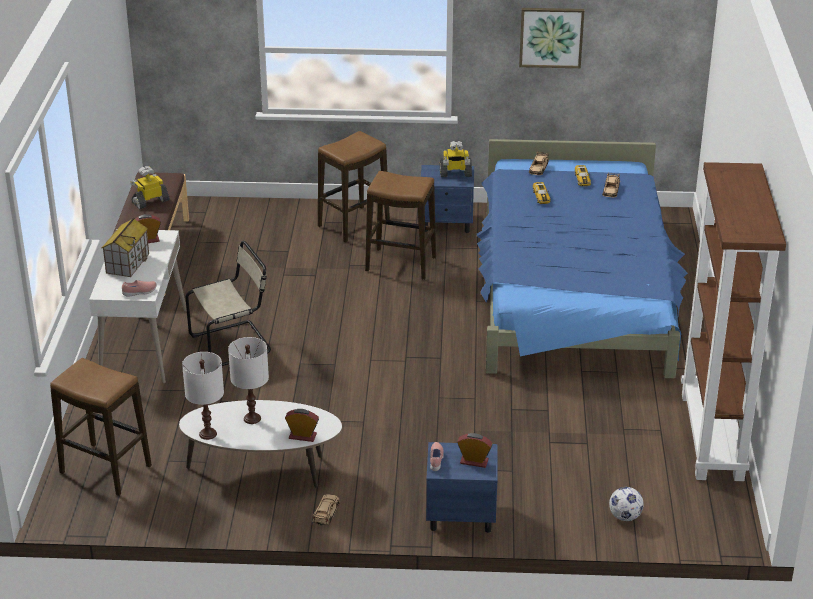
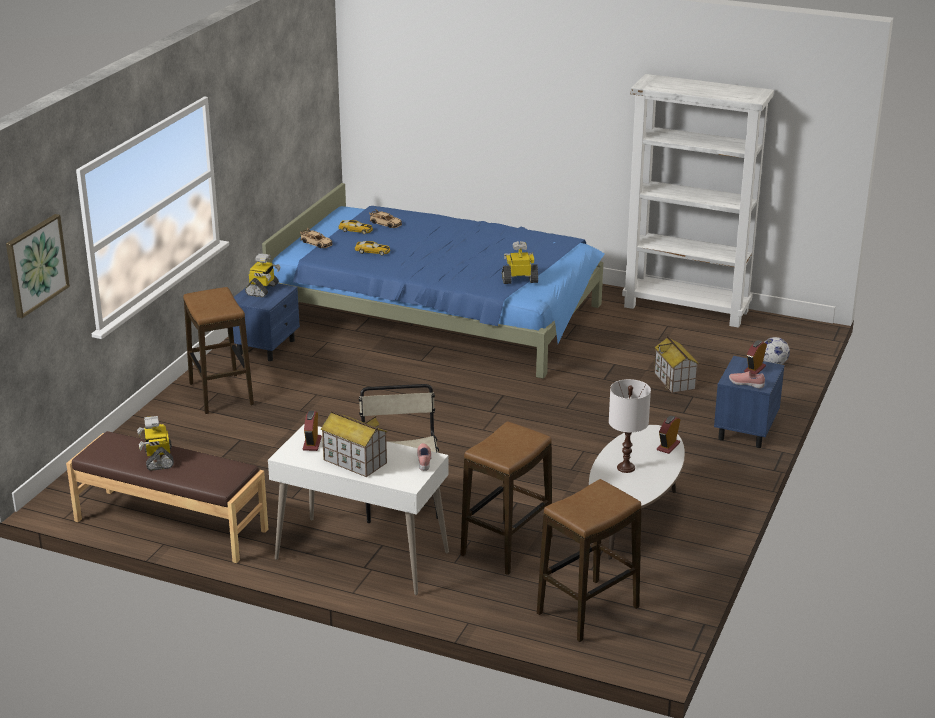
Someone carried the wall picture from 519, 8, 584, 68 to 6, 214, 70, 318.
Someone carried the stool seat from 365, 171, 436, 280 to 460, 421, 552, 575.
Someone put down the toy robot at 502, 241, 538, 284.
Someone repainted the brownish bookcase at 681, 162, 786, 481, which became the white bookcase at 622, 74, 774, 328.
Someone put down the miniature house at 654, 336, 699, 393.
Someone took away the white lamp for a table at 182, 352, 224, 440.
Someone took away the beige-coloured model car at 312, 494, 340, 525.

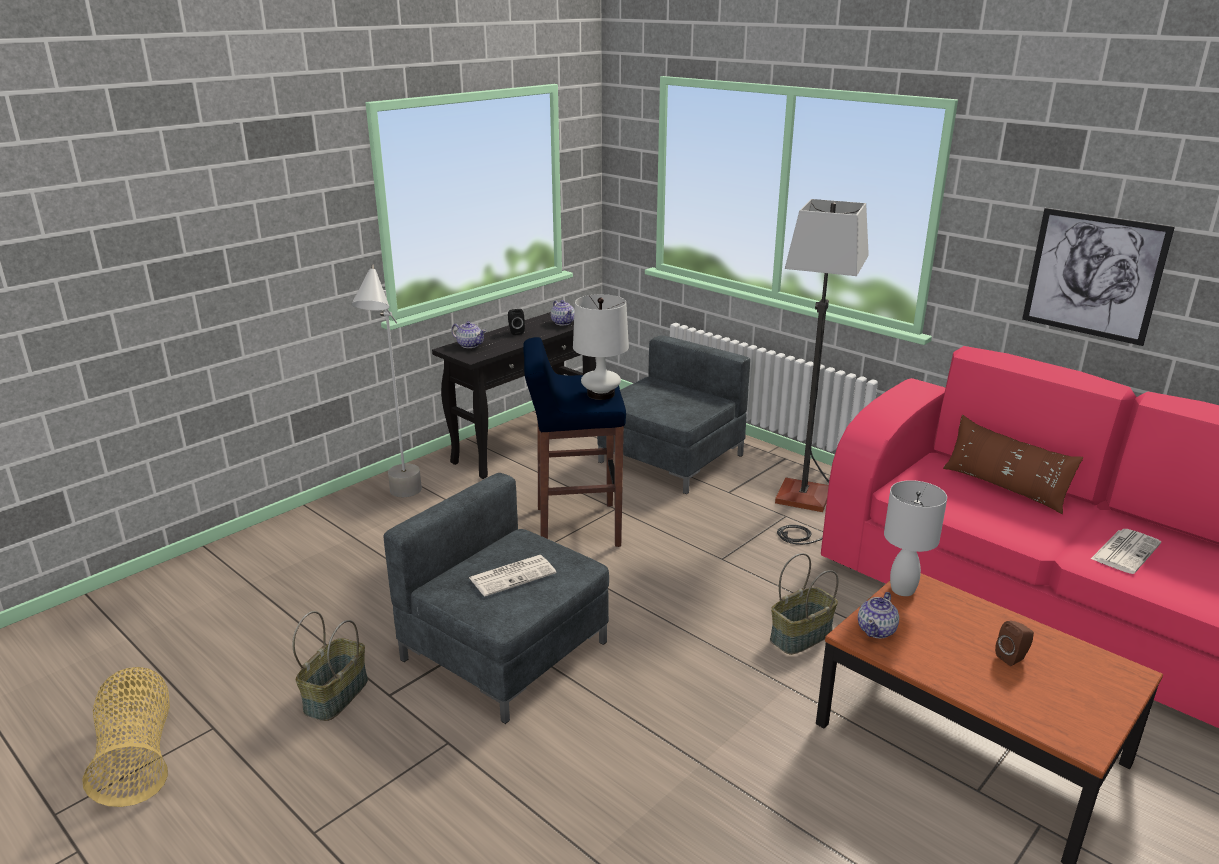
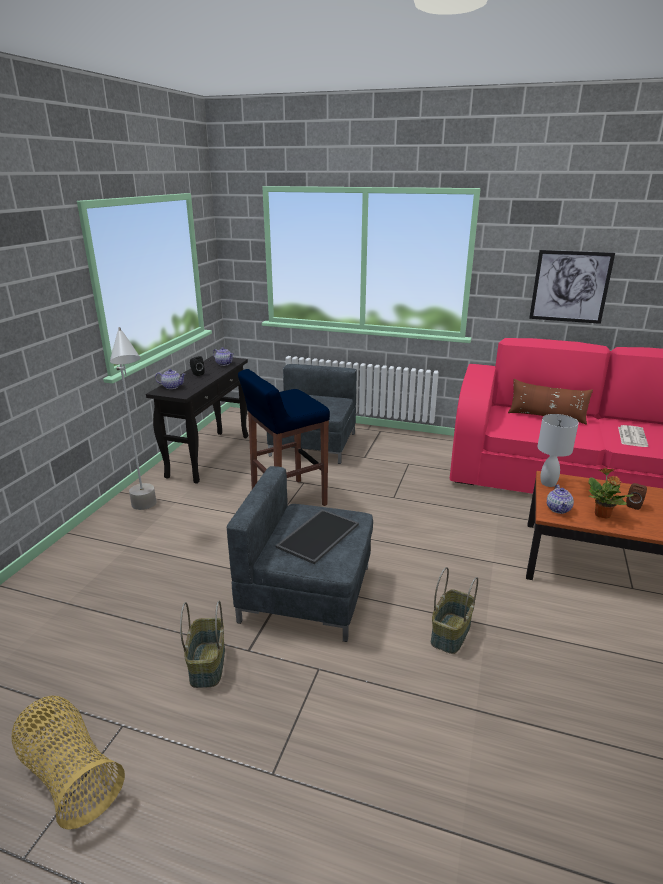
Someone swapped the newspaper at 469, 555, 557, 596 for the serving tray at 276, 509, 359, 564.
Someone carried the household basket from 770, 553, 839, 655 to 431, 567, 478, 654.
Someone put down the houseplant at 588, 468, 634, 518.
Someone took away the white lamp for a table at 573, 294, 629, 400.
Someone took away the standard lamp at 775, 199, 869, 545.

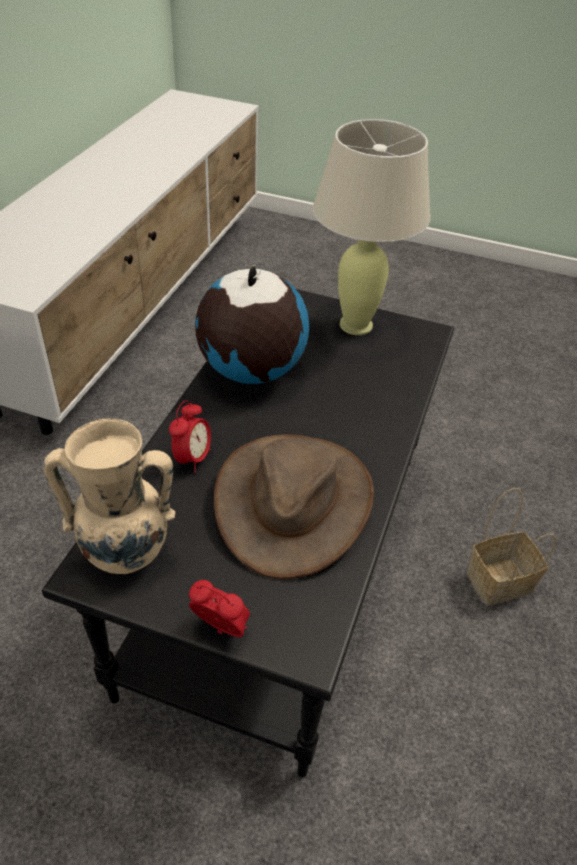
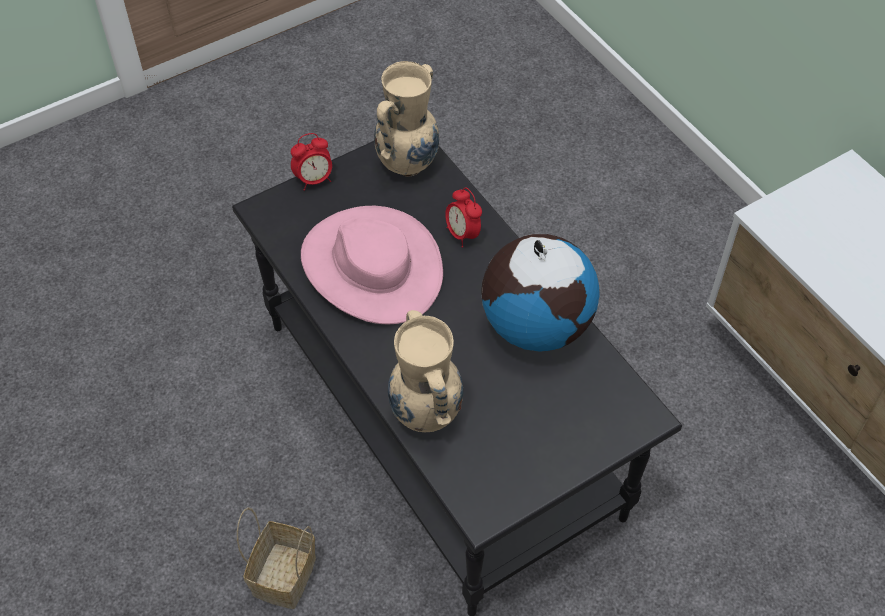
Someone repainted the brownish wearable hat at 214, 434, 374, 579, which became the pink wearable hat at 301, 206, 443, 325.
Someone put down the beige-coloured decorative vase at 388, 310, 463, 432.
Someone took away the beige-coloured lamp for a table at 313, 119, 431, 335.

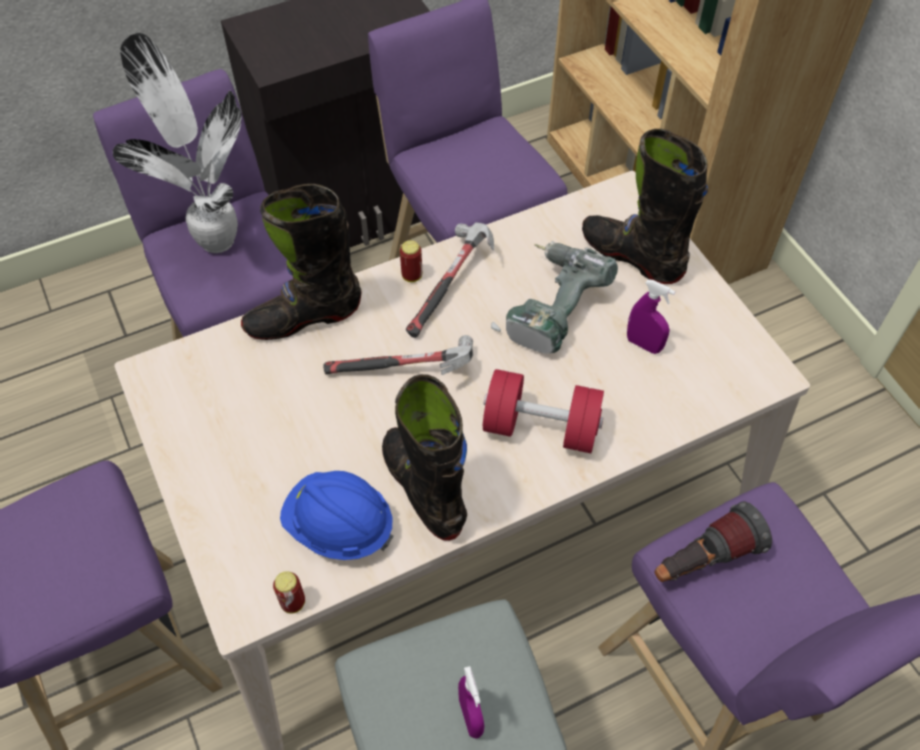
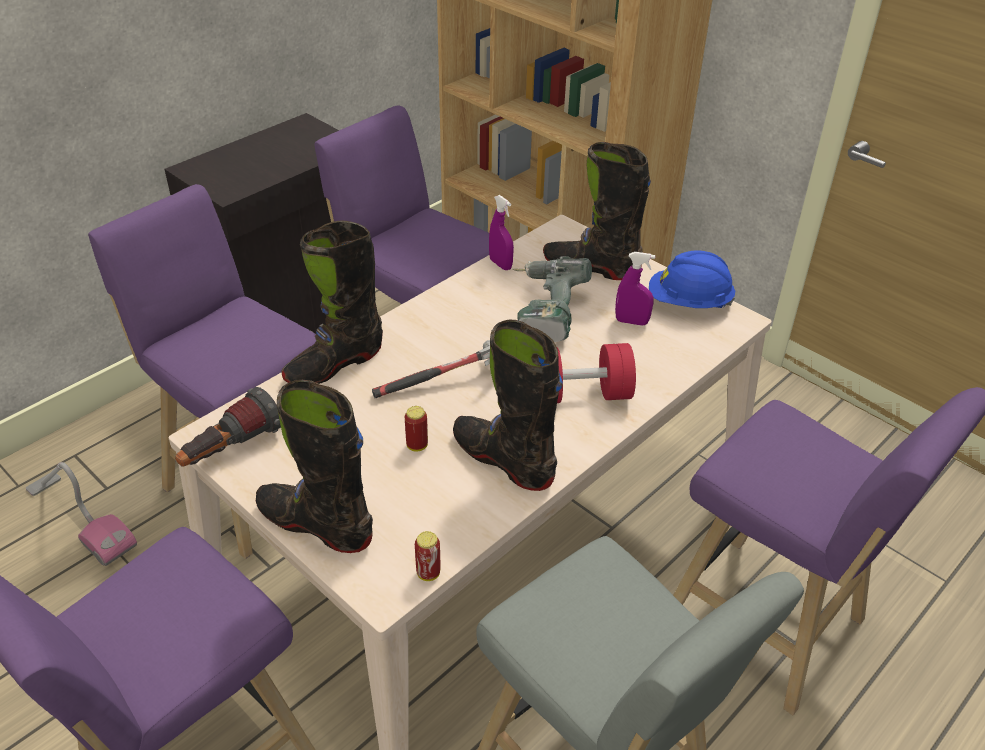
Someone put down the vacuum cleaner at 26, 462, 137, 566.
Someone carried the torch from 655, 501, 772, 582 to 175, 387, 281, 467.
Someone put down the black-coloured high-top boot at 256, 380, 373, 553.
Someone carried the sealed can from 400, 240, 422, 282 to 405, 406, 428, 451.
Someone carried the purple-coloured hand sprayer from 458, 666, 484, 739 to 489, 195, 514, 270.
Someone carried the blue work helmet from 280, 471, 394, 560 to 649, 250, 735, 308.
Someone took away the houseplant at 113, 33, 242, 253.
Someone took away the tool hammer at 406, 222, 494, 338.

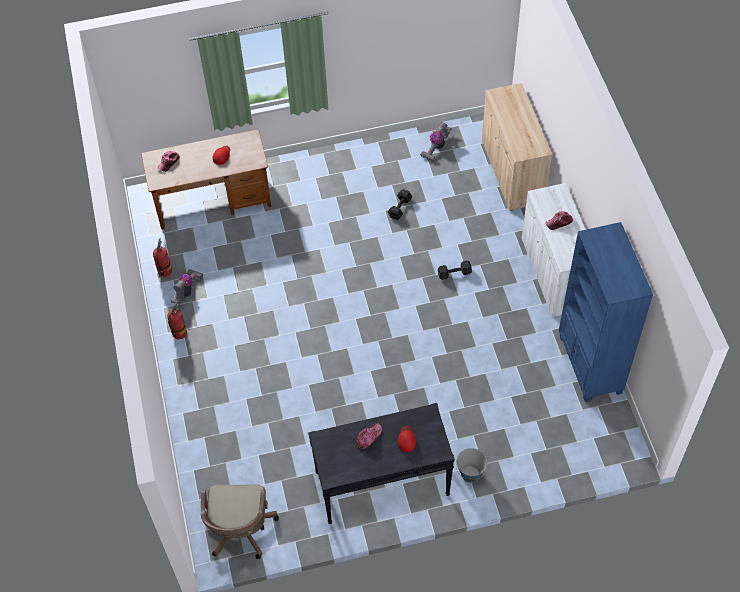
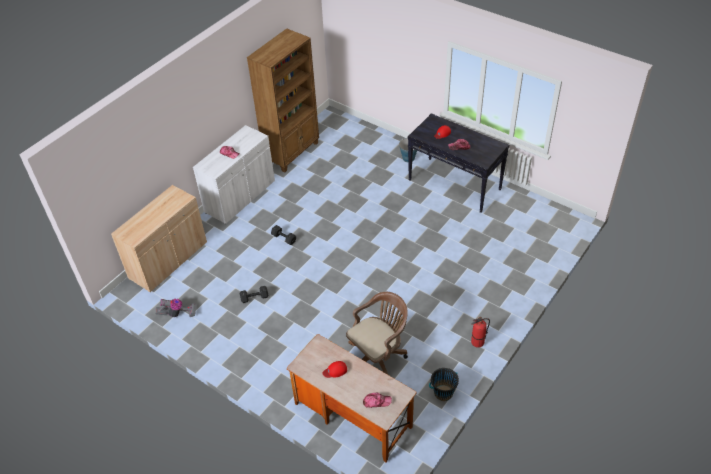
Someone repainted the blue bookcase at 559, 222, 653, 402, which became the brownish bookcase at 247, 28, 319, 172.
Someone carried the brownish office chair from 201, 484, 279, 559 to 346, 292, 408, 375.
Someone swapped the fire-fighting cylinder at 153, 238, 172, 277 for the black-coloured bucket at 429, 368, 459, 401.
Someone took away the vacuum cleaner at 171, 269, 203, 304.

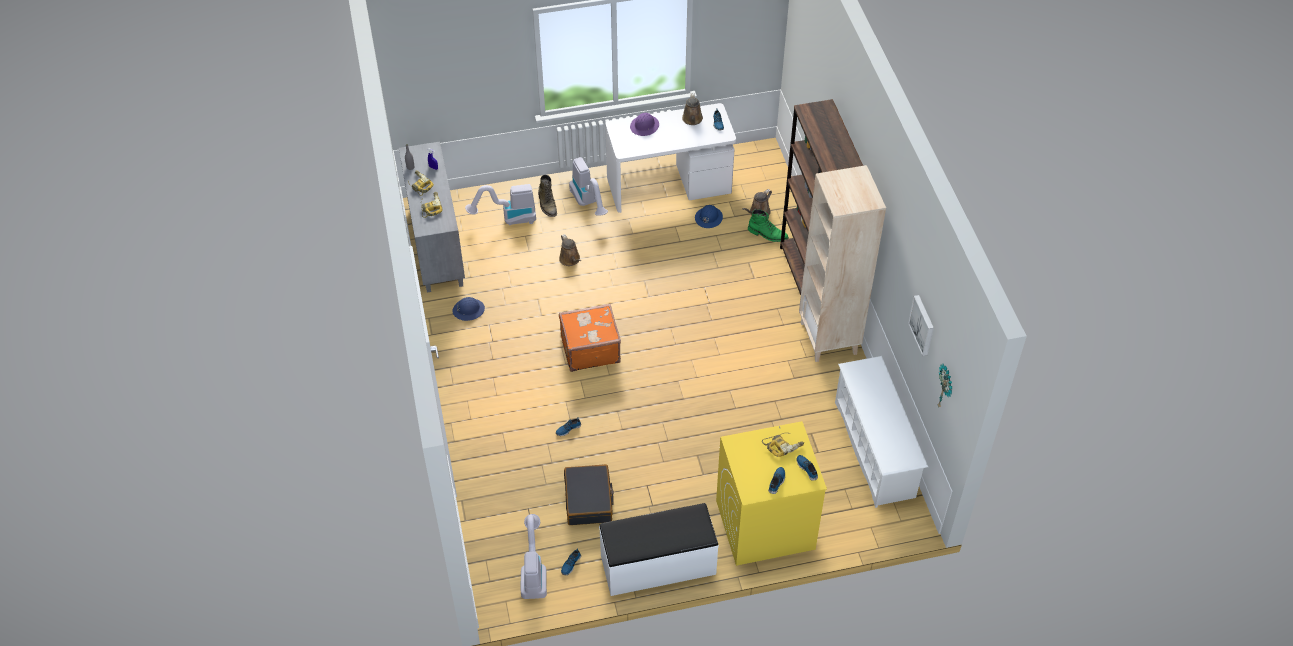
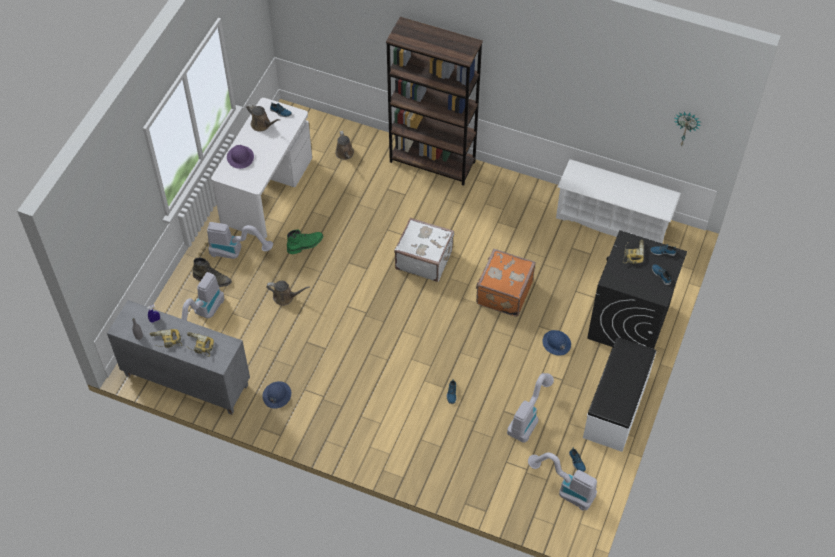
Someone carried the greenish high-top boot from 748, 209, 789, 242 to 287, 229, 323, 254.
Someone put down the white piece of luggage at 394, 218, 454, 282.
Someone carried the orange piece of luggage from 559, 304, 621, 372 to 476, 249, 536, 317.
Someone swapped the black-coloured piece of luggage at 564, 464, 614, 525 for the vacuum cleaner at 507, 373, 554, 442.
Someone carried the blue work helmet from 695, 205, 723, 228 to 543, 330, 571, 356.
Someone repainted the yellowish washing machine at 716, 421, 827, 566, which became the black-coloured washing machine at 587, 230, 687, 349.
Someone took away the beige-coloured bookcase at 799, 165, 886, 362.
Someone took away the wall picture at 908, 295, 934, 356.

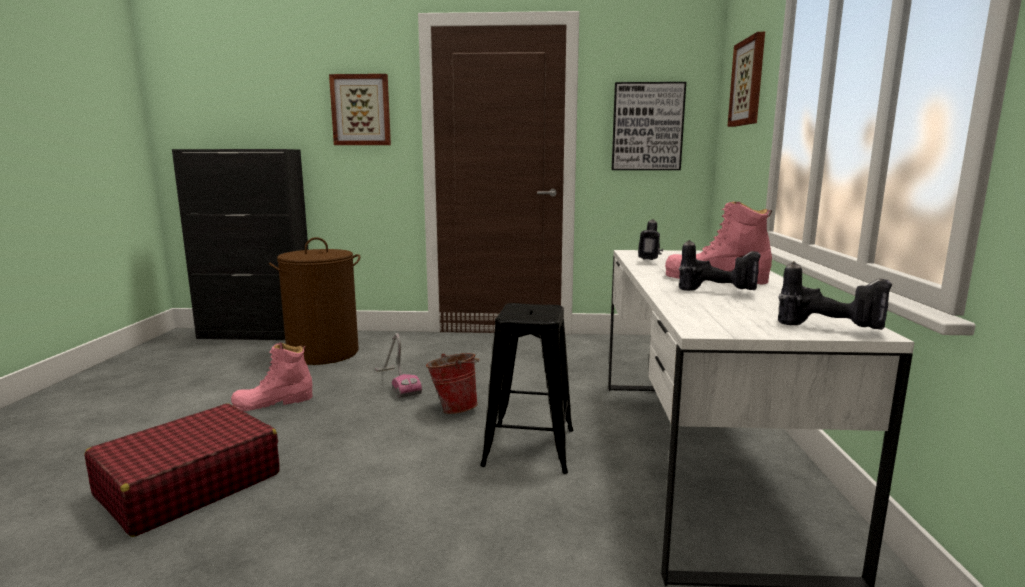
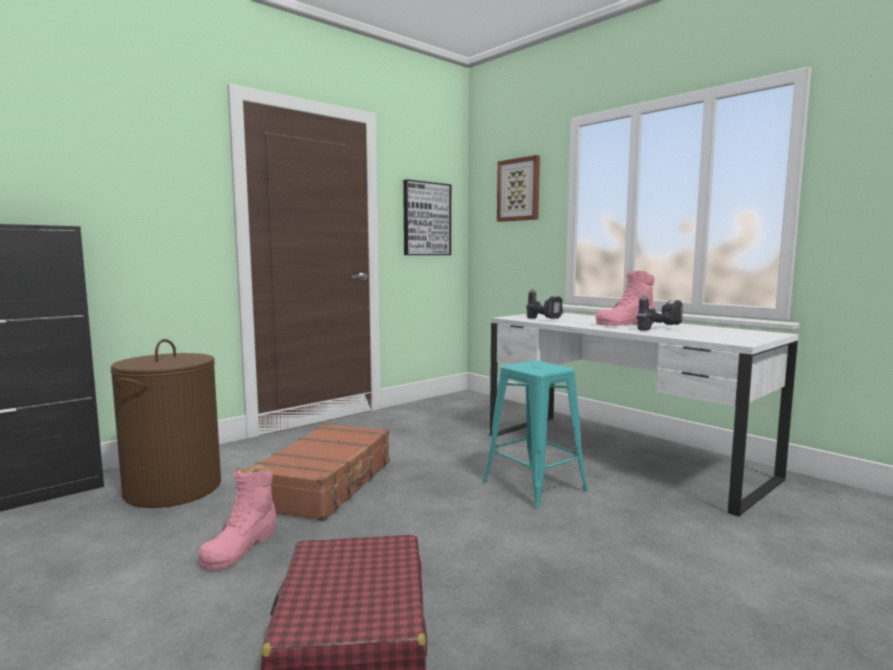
Someone swapped the vacuum cleaner at 375, 333, 422, 398 for the brownish piece of luggage at 246, 423, 390, 521.
Someone repainted the black-coloured stool seat at 480, 303, 573, 474, which became the turquoise stool seat at 483, 361, 588, 509.
Someone took away the wall picture at 329, 74, 391, 145.
Someone took away the bucket at 426, 353, 480, 414.
Someone took away the power drill at 778, 261, 892, 330.

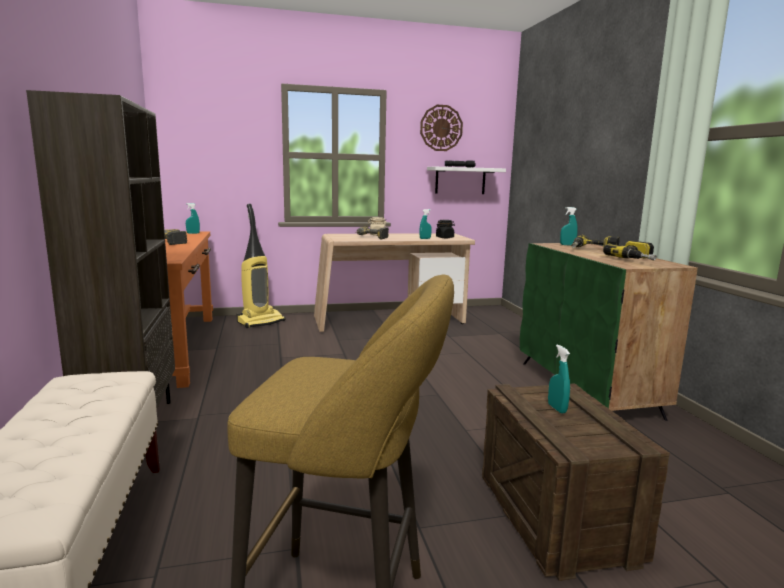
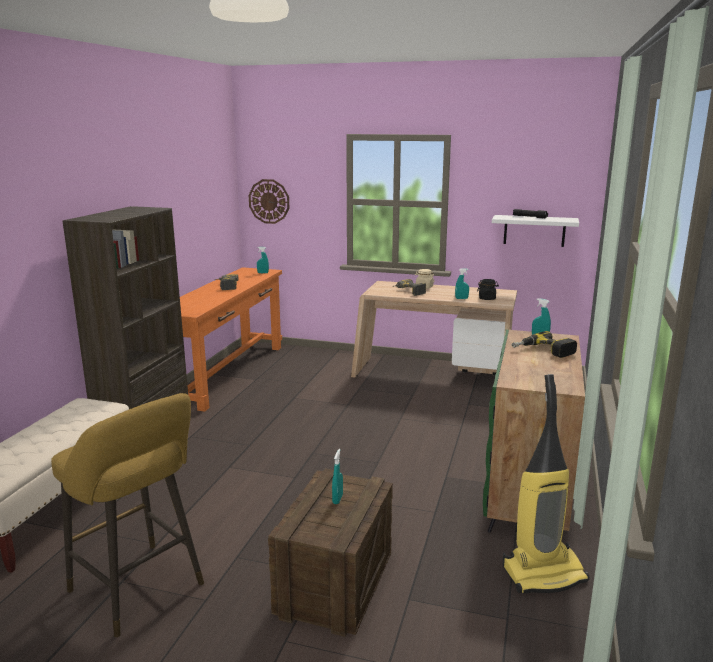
Someone carried the clock on the wall from 420, 105, 463, 151 to 249, 179, 289, 224.
Someone carried the vacuum cleaner from 237, 204, 286, 328 to 502, 374, 589, 594.
Someone took away the power drill at 603, 241, 657, 261.

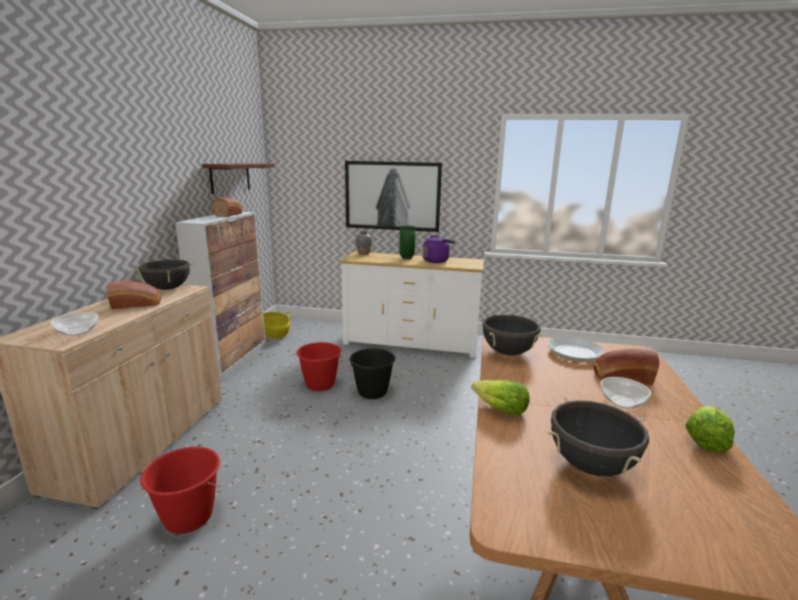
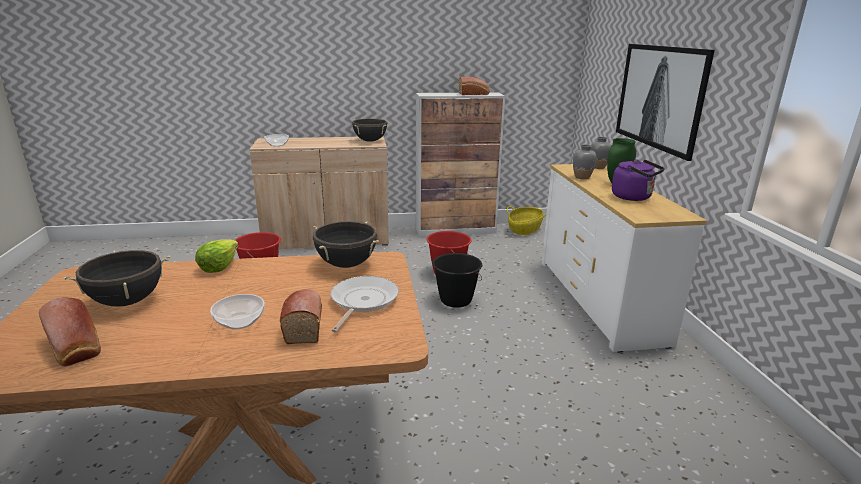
Someone carried the bread from 106, 281, 161, 309 to 39, 297, 101, 367.
Someone put down the greyish decorative vase at 573, 145, 597, 179.
Someone took away the brownish bracket shelf at 202, 163, 274, 194.
Someone took away the head of lettuce at 685, 406, 735, 452.

